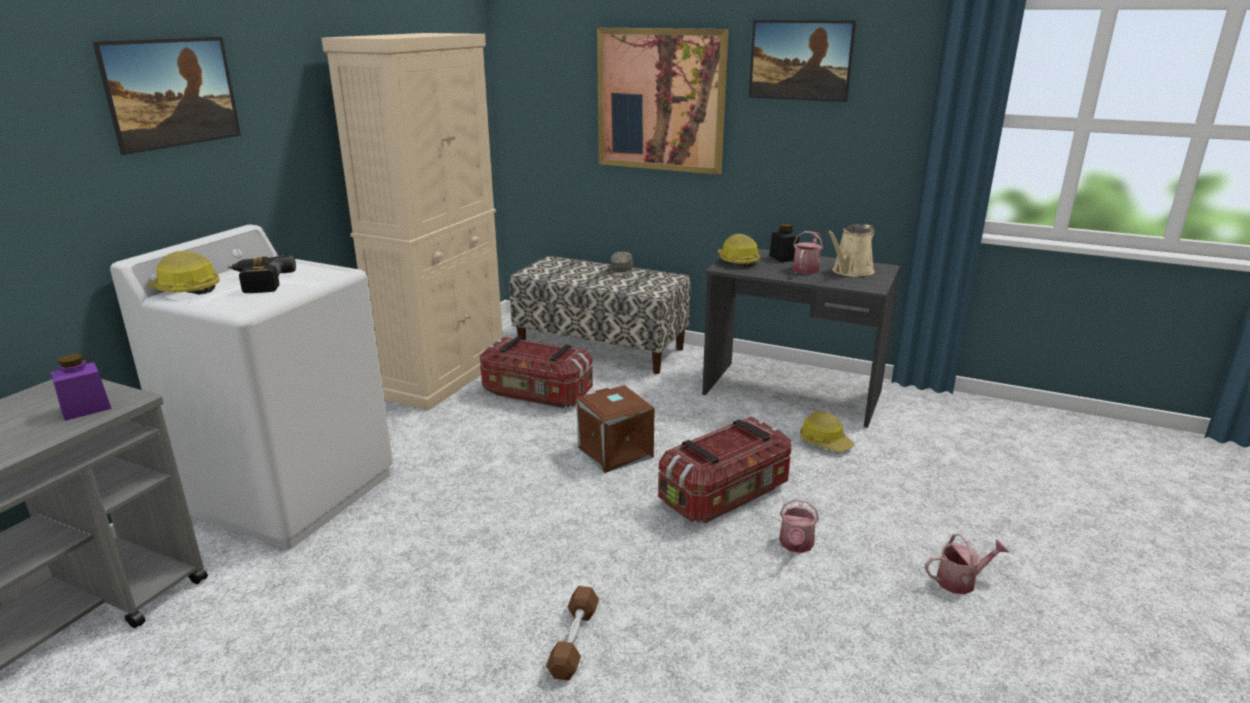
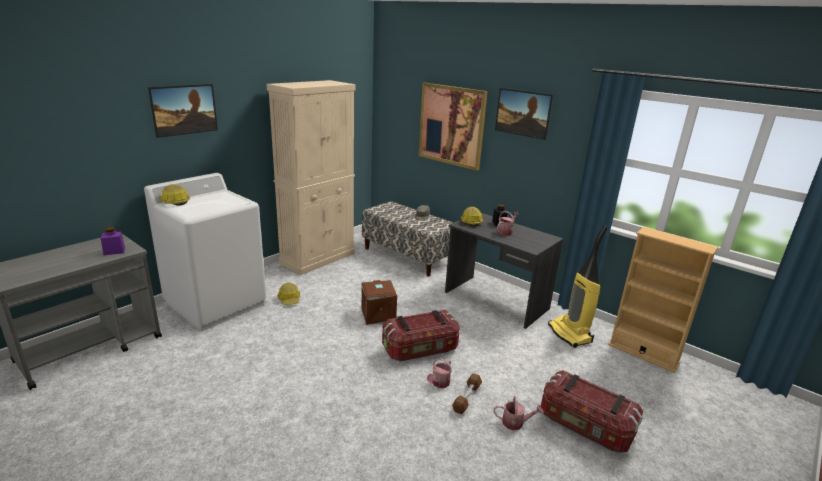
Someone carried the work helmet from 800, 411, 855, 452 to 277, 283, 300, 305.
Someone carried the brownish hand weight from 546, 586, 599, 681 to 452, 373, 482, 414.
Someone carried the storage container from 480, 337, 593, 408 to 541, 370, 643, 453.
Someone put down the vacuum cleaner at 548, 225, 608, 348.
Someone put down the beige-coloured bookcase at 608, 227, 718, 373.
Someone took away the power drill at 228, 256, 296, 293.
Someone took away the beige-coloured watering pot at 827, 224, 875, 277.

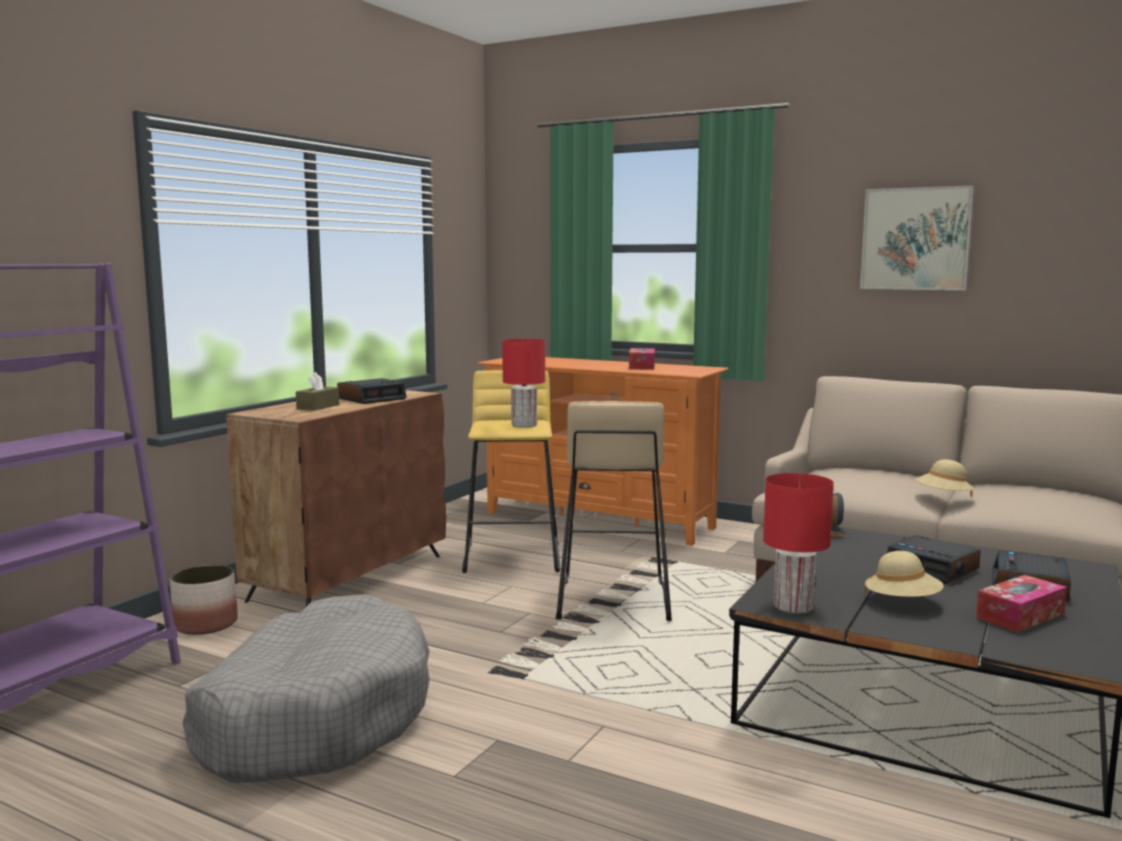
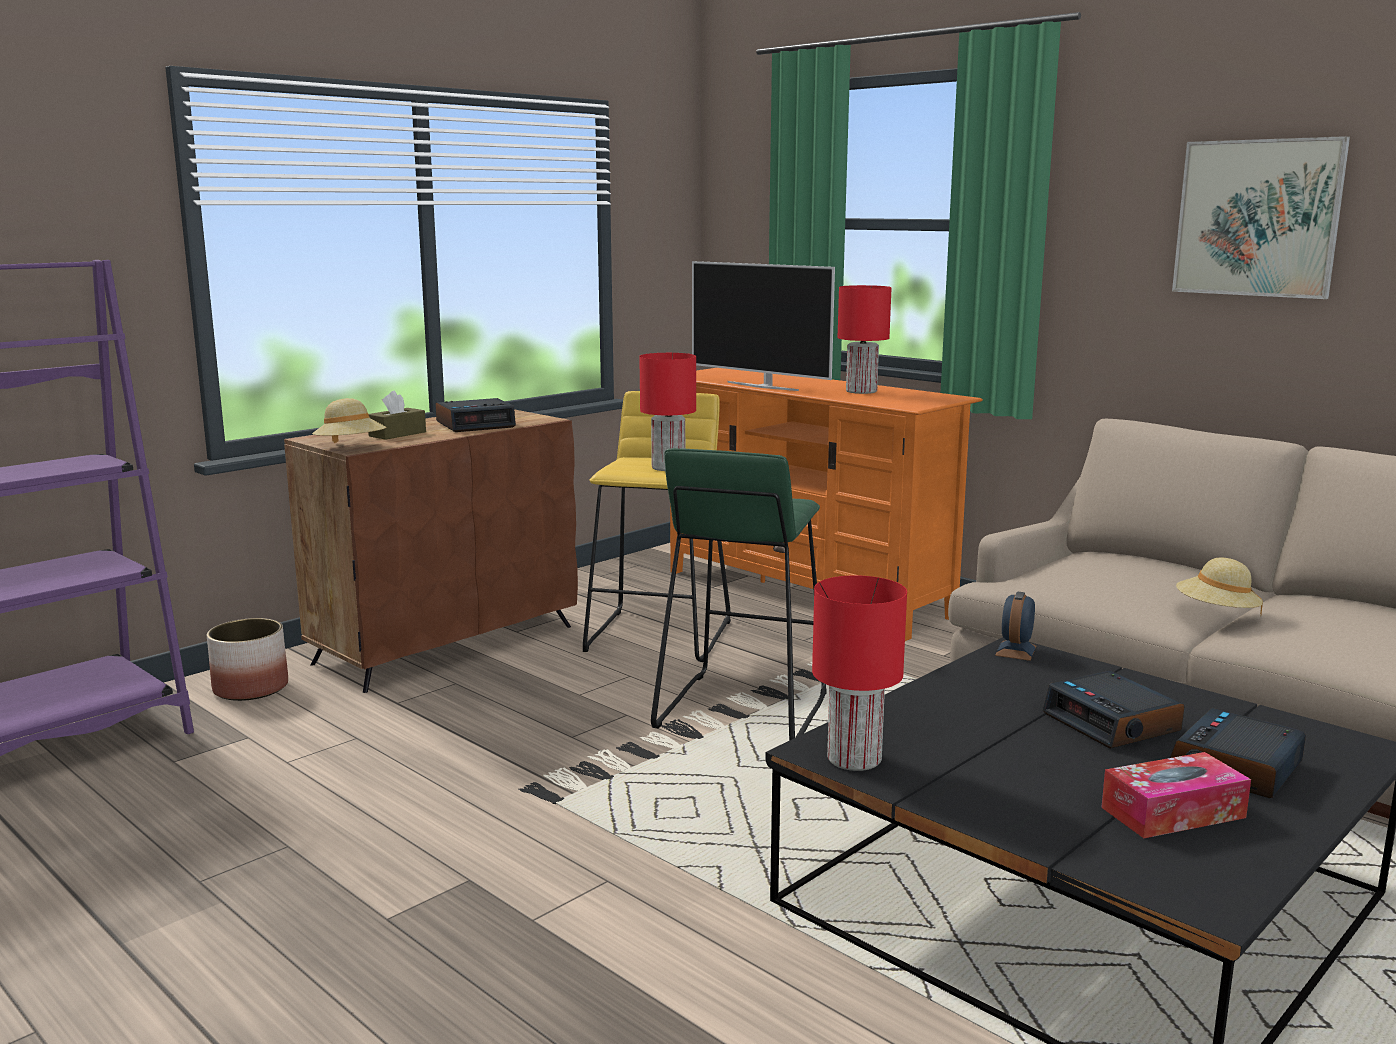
Someone carried the beige-coloured wearable hat from 864, 551, 944, 597 to 312, 398, 386, 443.
Someone repainted the beige-coloured stool seat at 556, 401, 672, 621, which became the greenish stool seat at 651, 448, 827, 741.
Someone put down the television at 692, 261, 835, 391.
Someone swapped the tissue box at 629, 348, 655, 370 for the red lamp for a table at 837, 285, 892, 394.
Someone took away the greyish pet bed at 182, 594, 430, 783.

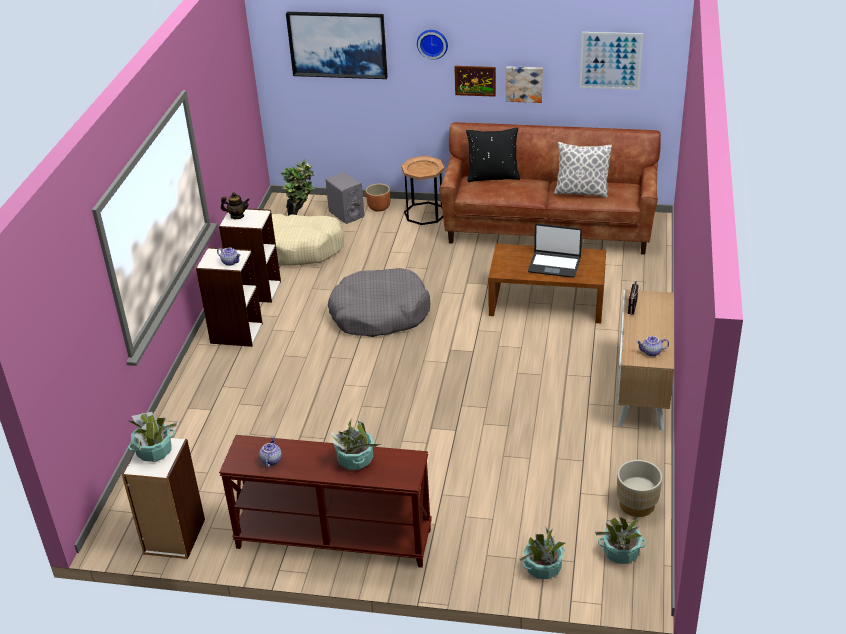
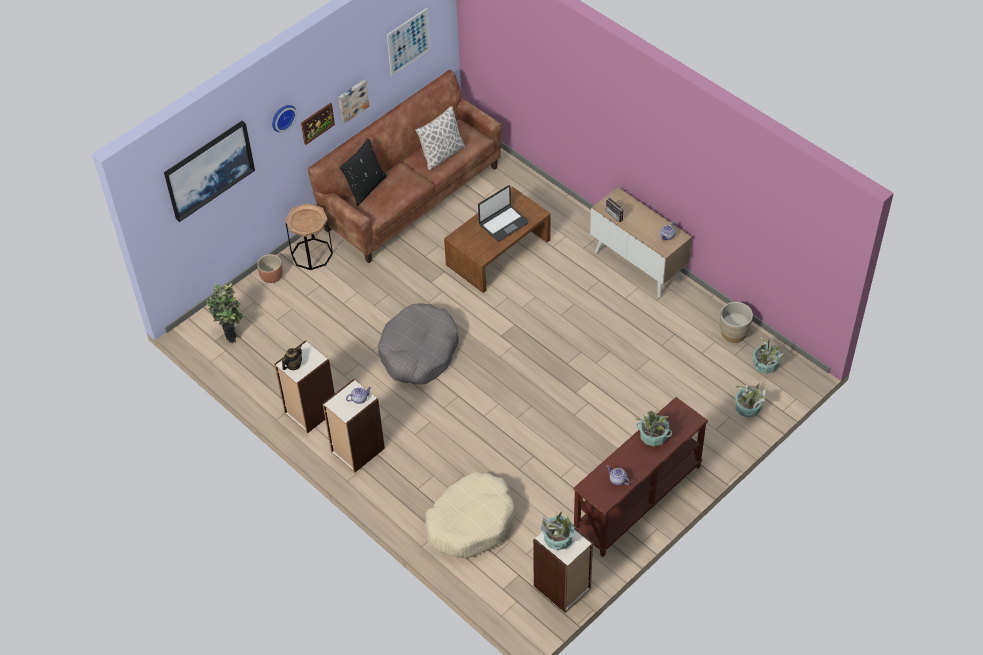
Someone carried the beige-coloured pet bed from 272, 214, 345, 266 to 426, 472, 515, 558.
Someone took away the greyish loudspeaker at 326, 172, 364, 224.

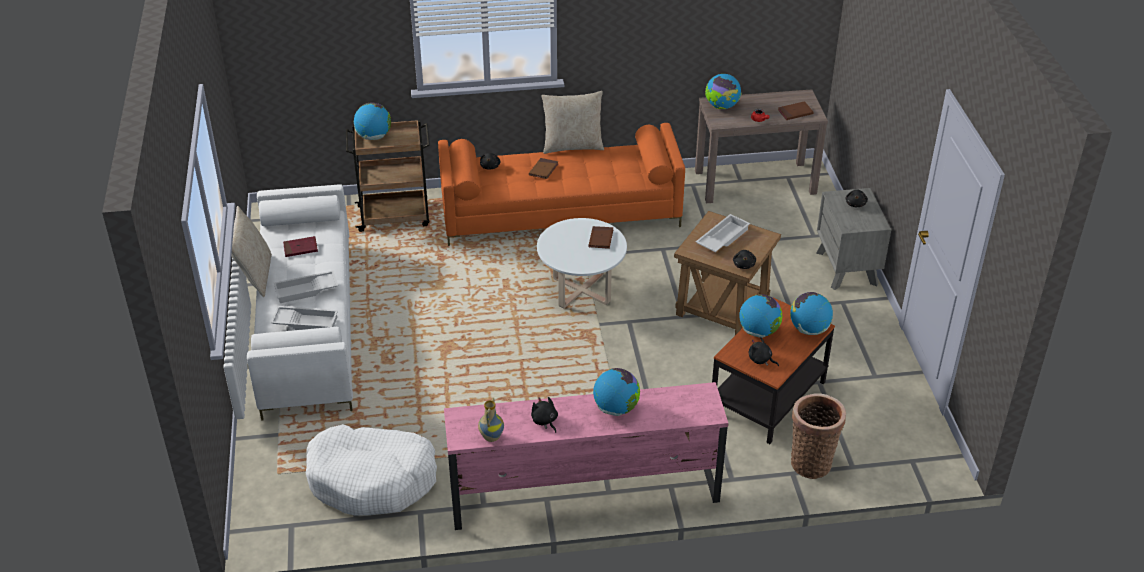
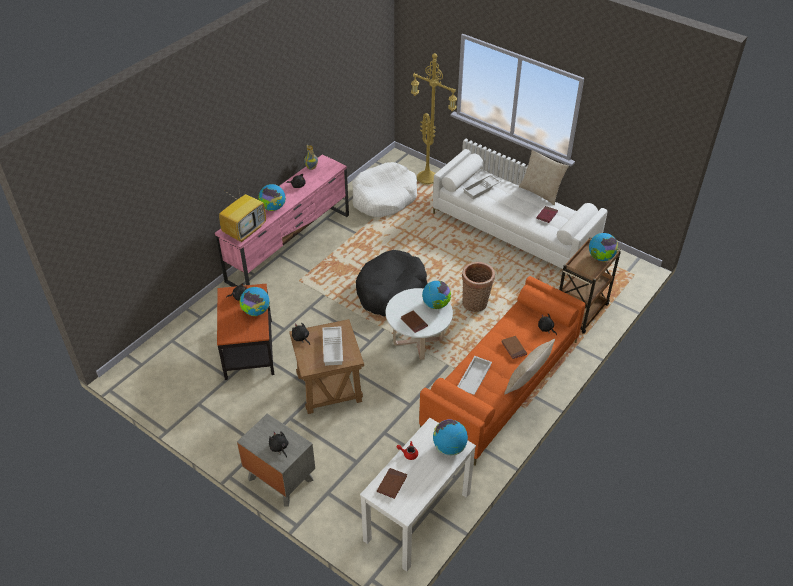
Someone put down the television at 219, 185, 266, 242.
Someone put down the black-coloured pet bed at 356, 250, 427, 316.
Someone repainted the brownish hall table at 695, 89, 828, 203, which became the white hall table at 360, 418, 476, 572.
Someone put down the yellowish standard lamp at 411, 53, 457, 185.
Someone carried the globe from 790, 292, 833, 335 to 422, 281, 451, 309.
Someone carried the white serving tray from 274, 271, 338, 303 to 457, 356, 492, 395.
Someone carried the household basket from 791, 393, 846, 479 to 462, 262, 495, 312.

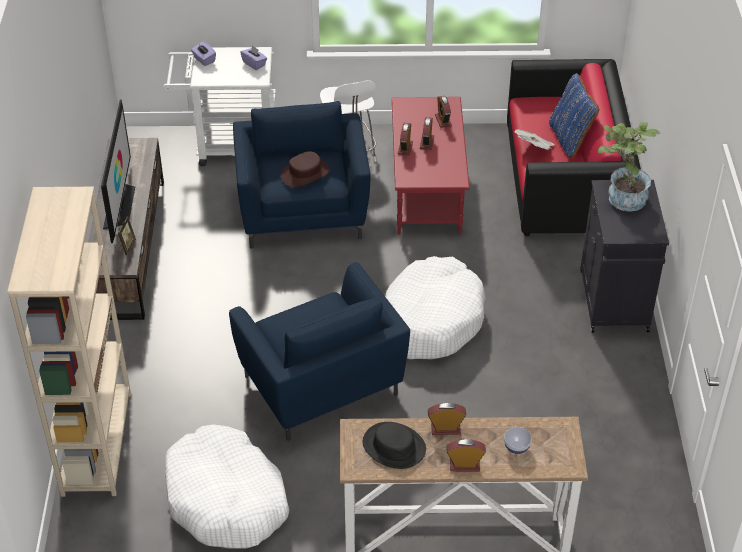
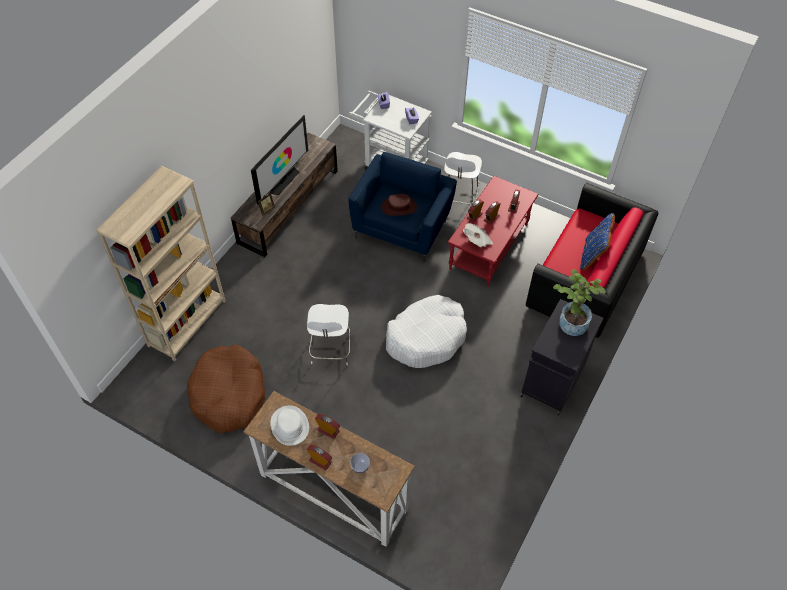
Someone repainted the white pet bed at 165, 425, 289, 549, which became the brownish pet bed at 187, 344, 265, 433.
Someone repainted the black-coloured wearable hat at 363, 422, 426, 469, which became the white wearable hat at 270, 405, 309, 446.
Someone swapped the blue easy chair at 229, 262, 410, 441 for the white stool seat at 307, 304, 350, 365.
Someone carried the newspaper from 514, 129, 555, 150 to 463, 223, 493, 247.

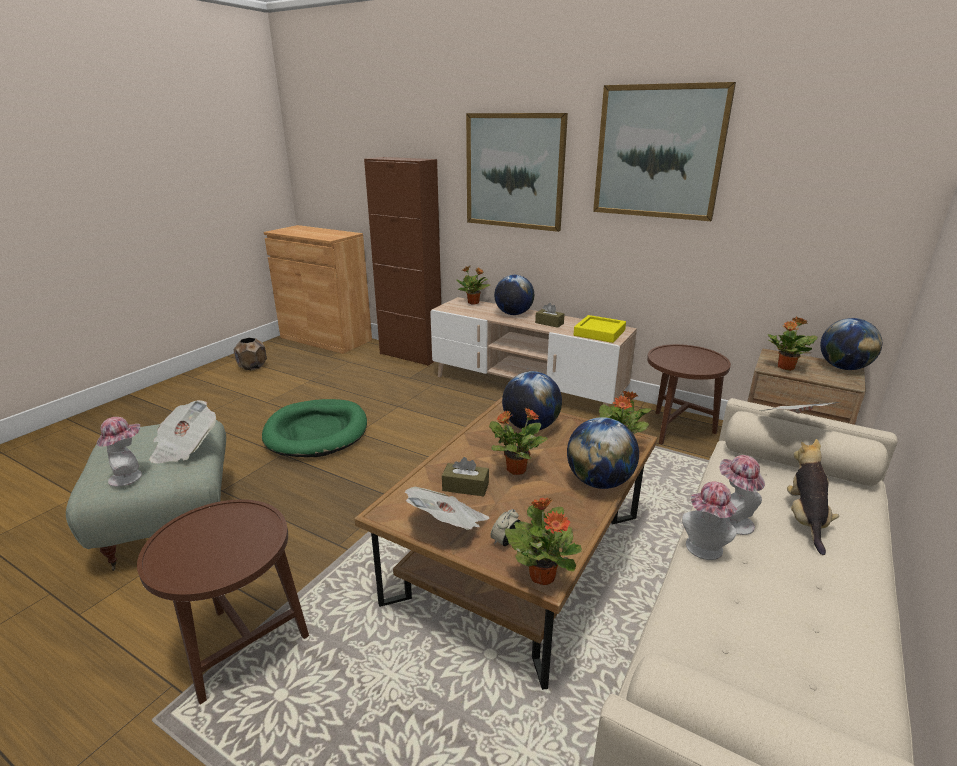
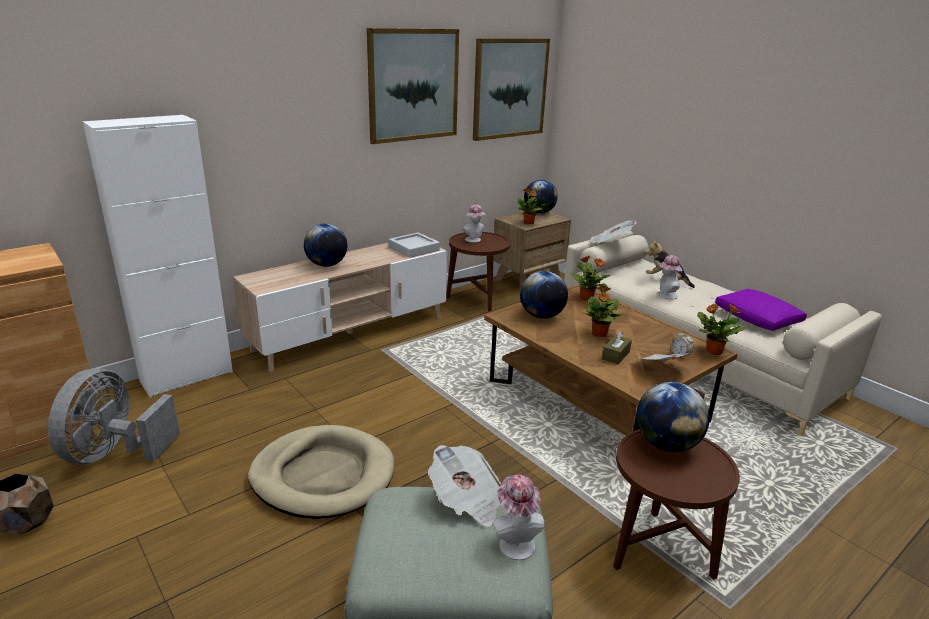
Someone put down the greyish electric fan at 48, 368, 180, 464.
Someone repainted the brownish cabinet at 364, 157, 441, 366, which became the white cabinet at 83, 115, 233, 398.
Someone repainted the greenish pet bed at 262, 399, 367, 457, which became the beige-coloured pet bed at 248, 425, 394, 519.
Someone repainted the yellowish serving tray at 574, 315, 626, 343, which became the greyish serving tray at 389, 232, 440, 258.
Someone carried the wearable hat from 682, 482, 737, 560 to 463, 205, 486, 243.
Someone carried the wall picture from 466, 113, 568, 232 to 473, 38, 550, 141.
Someone carried the globe from 567, 417, 639, 489 to 637, 382, 709, 452.
Someone put down the purple-coloured throw pillow at 715, 289, 807, 331.
Someone took away the houseplant at 456, 266, 490, 305.
Someone took away the brownish tissue box at 535, 303, 564, 328.

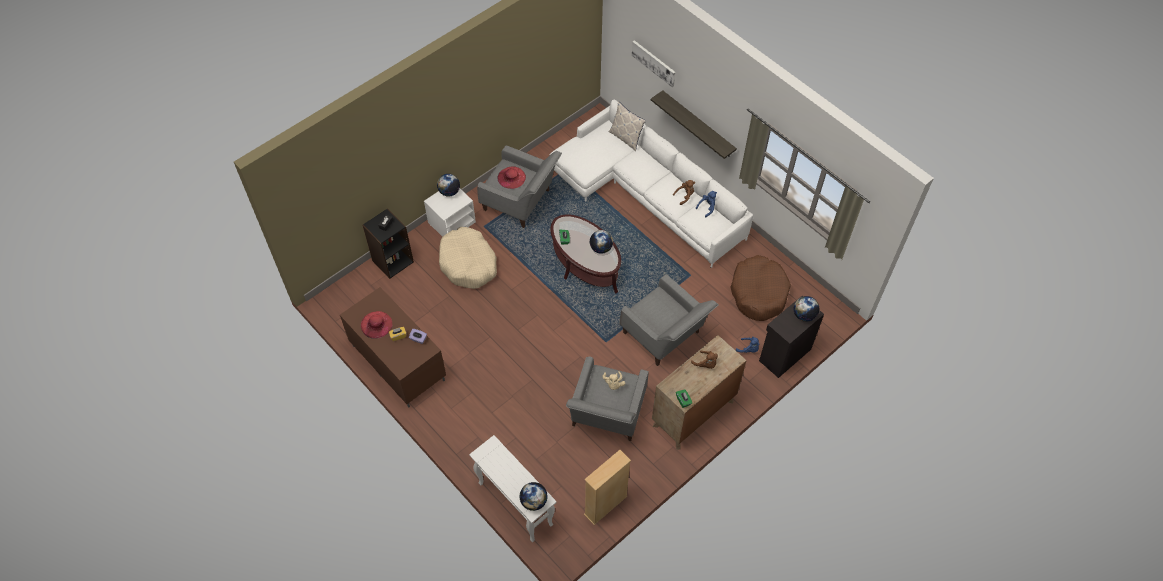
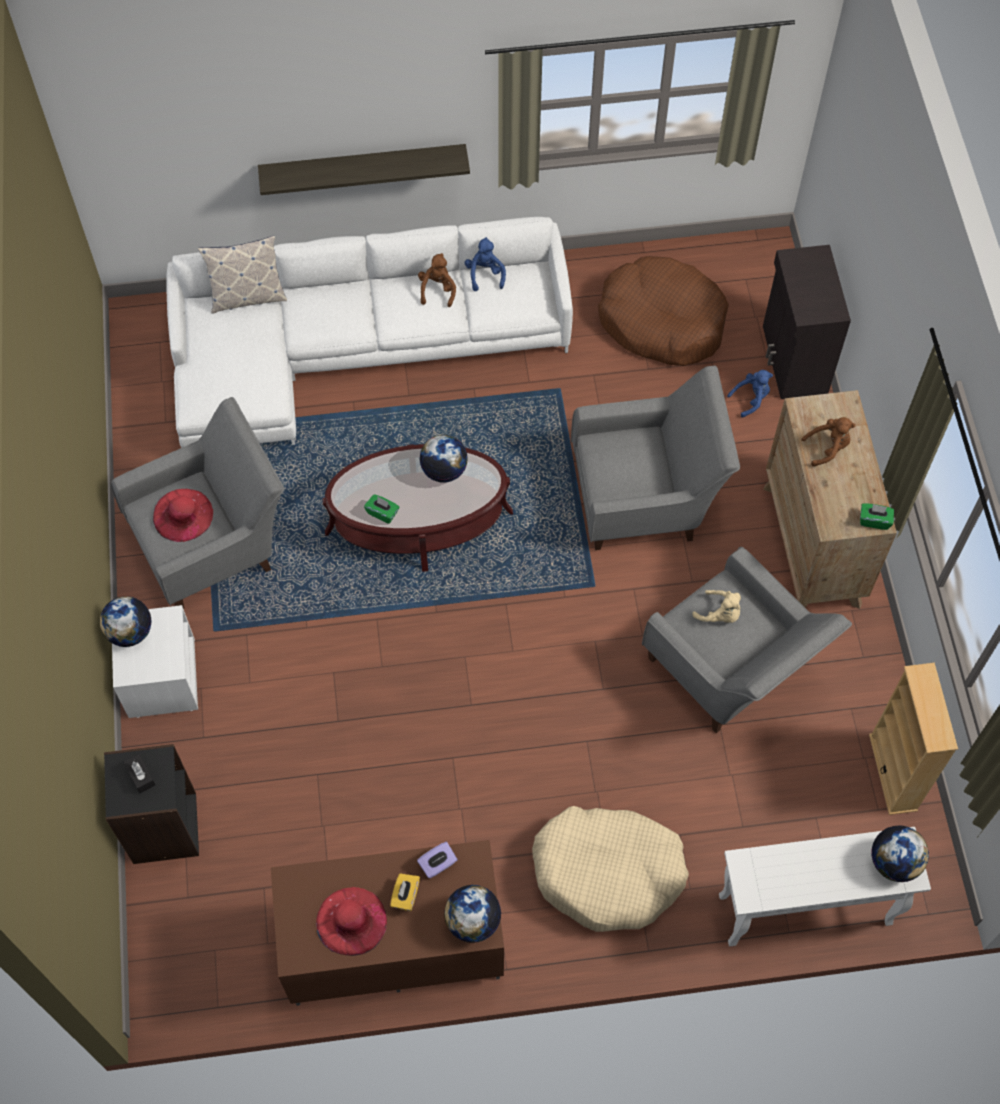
Someone carried the globe from 793, 296, 819, 322 to 444, 885, 501, 943.
Someone carried the beige-coloured pet bed from 439, 227, 497, 289 to 532, 806, 689, 932.
Someone took away the wall picture at 632, 40, 676, 87.

